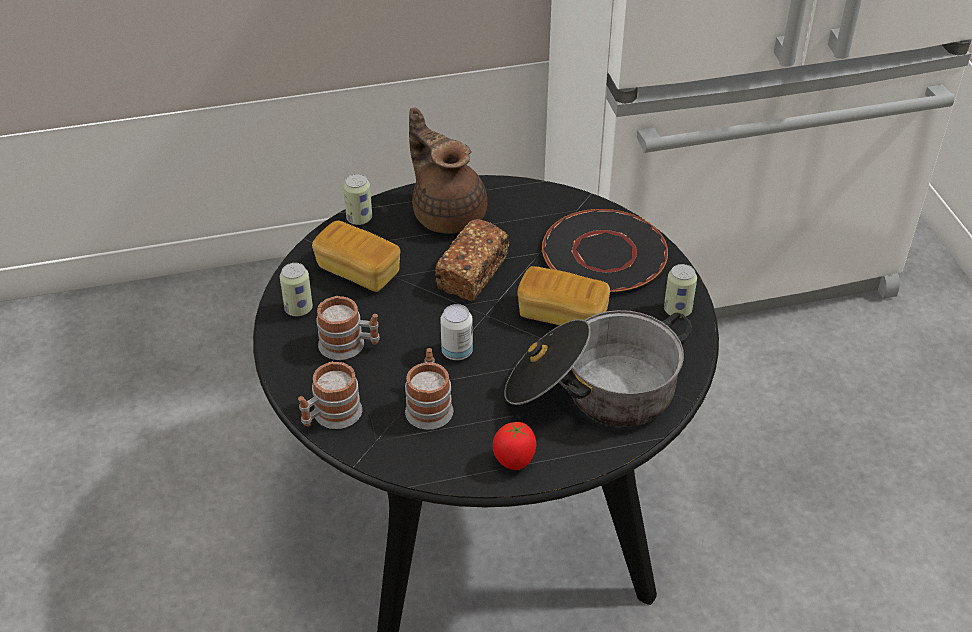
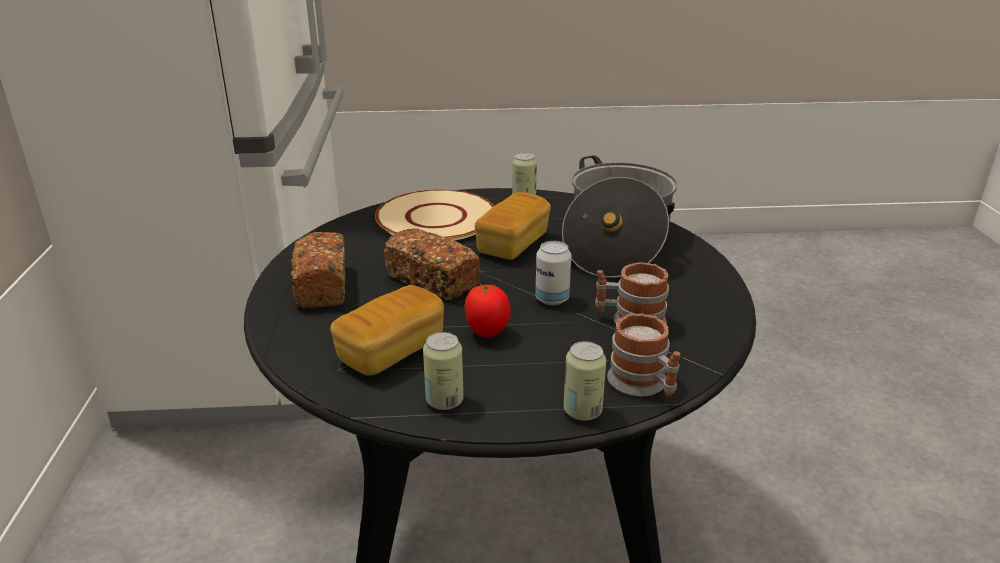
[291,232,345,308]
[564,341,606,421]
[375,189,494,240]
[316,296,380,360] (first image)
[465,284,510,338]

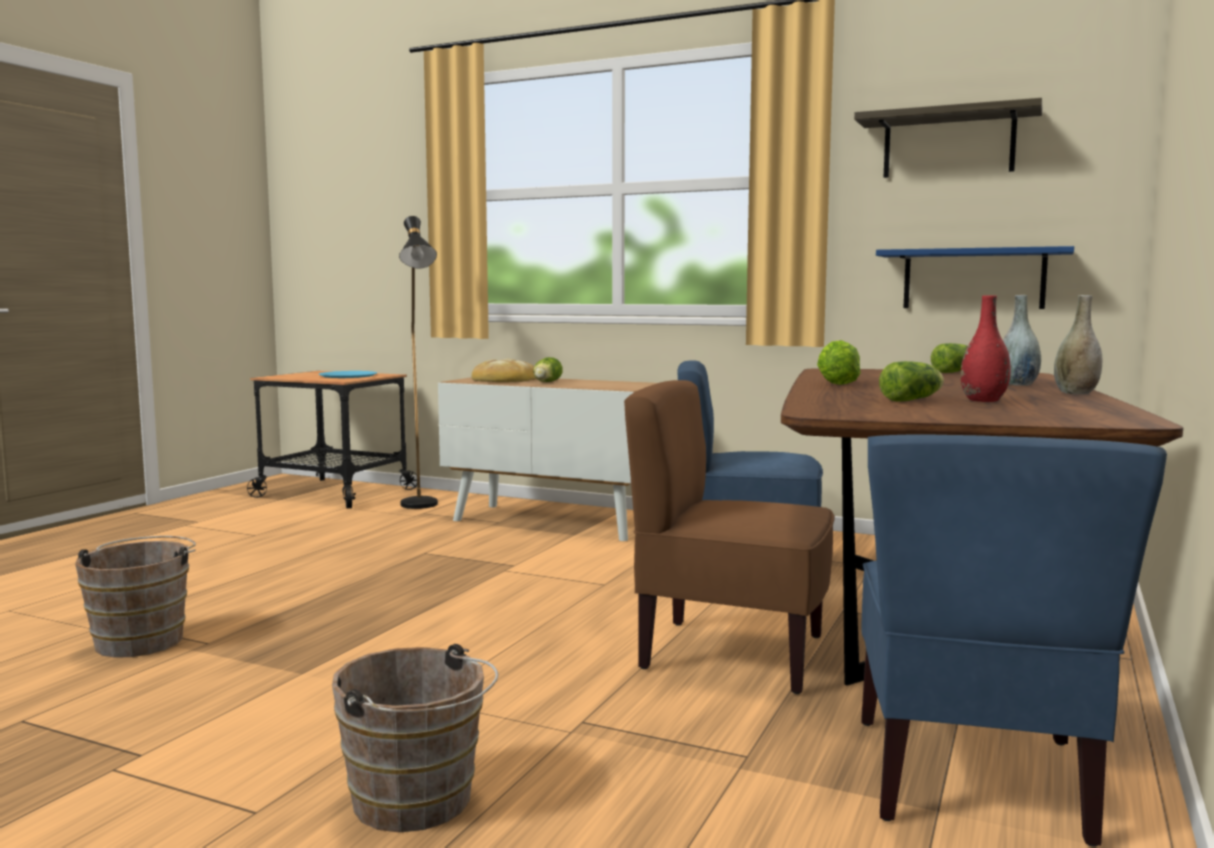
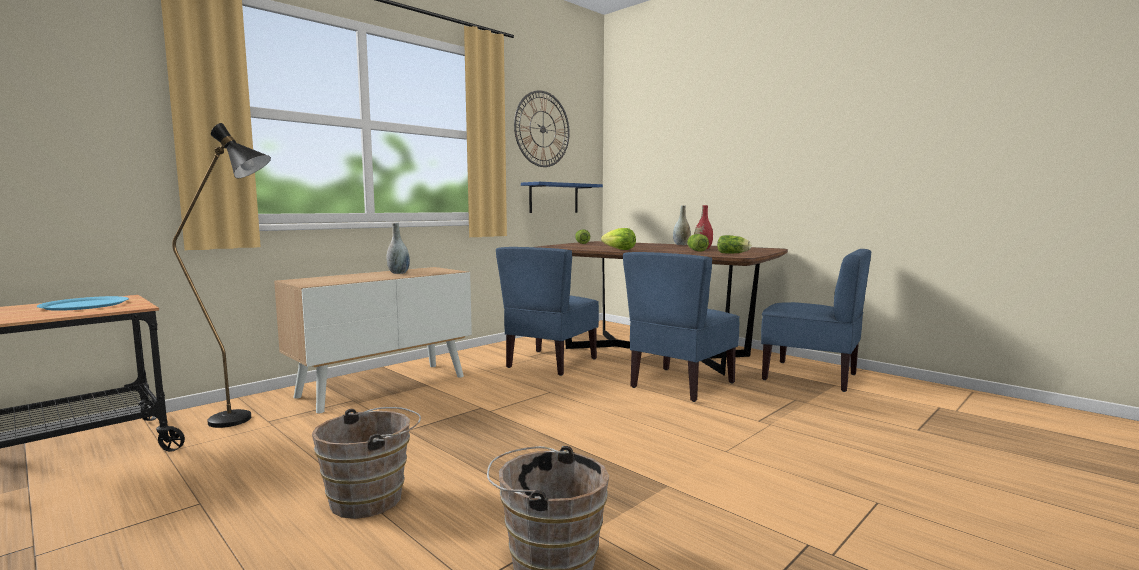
[514,90,570,167]
[386,223,410,274]
[717,235,751,254]
[472,359,536,382] (first image)
[623,252,740,402]
[312,407,421,519]

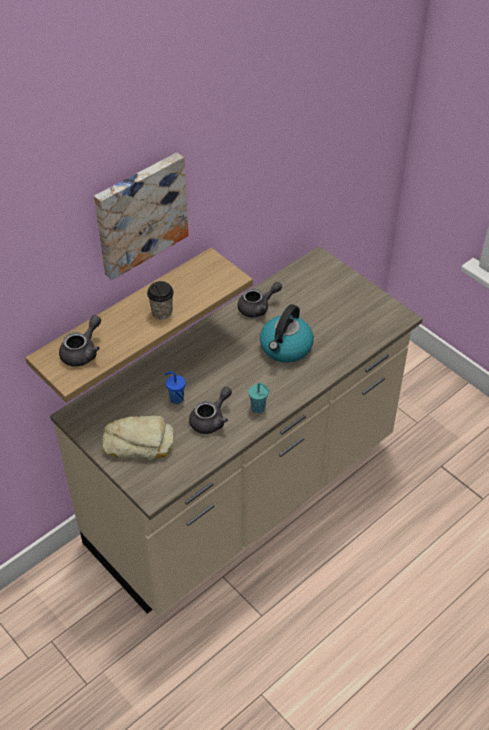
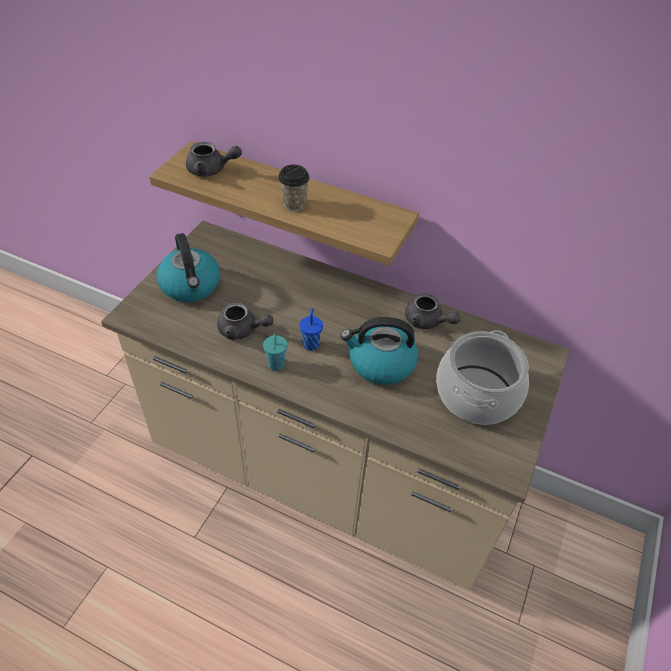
[94,153,188,280] (first image)
[299,308,323,351]
[157,233,220,302]
[436,330,529,425]

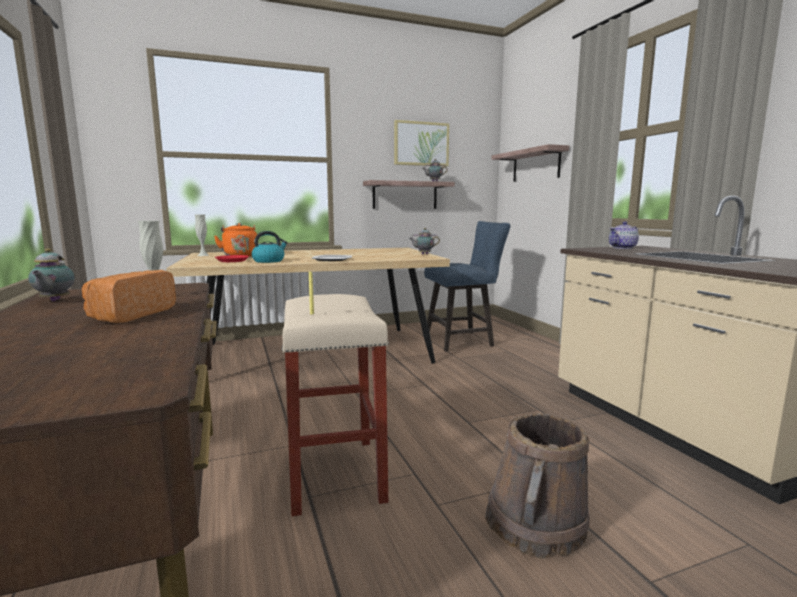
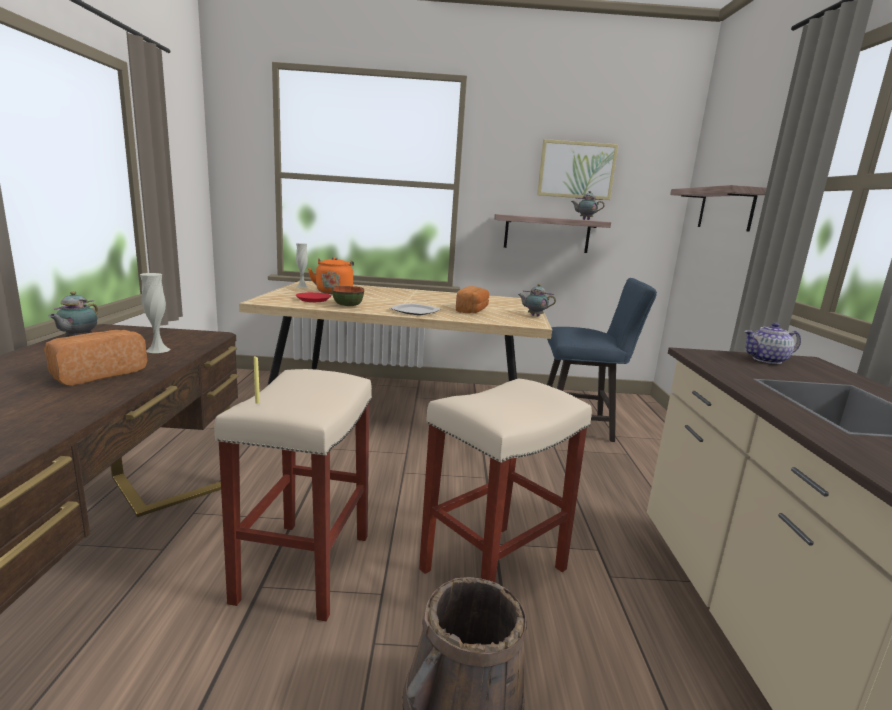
[332,286,364,306]
[456,286,489,313]
[419,379,592,582]

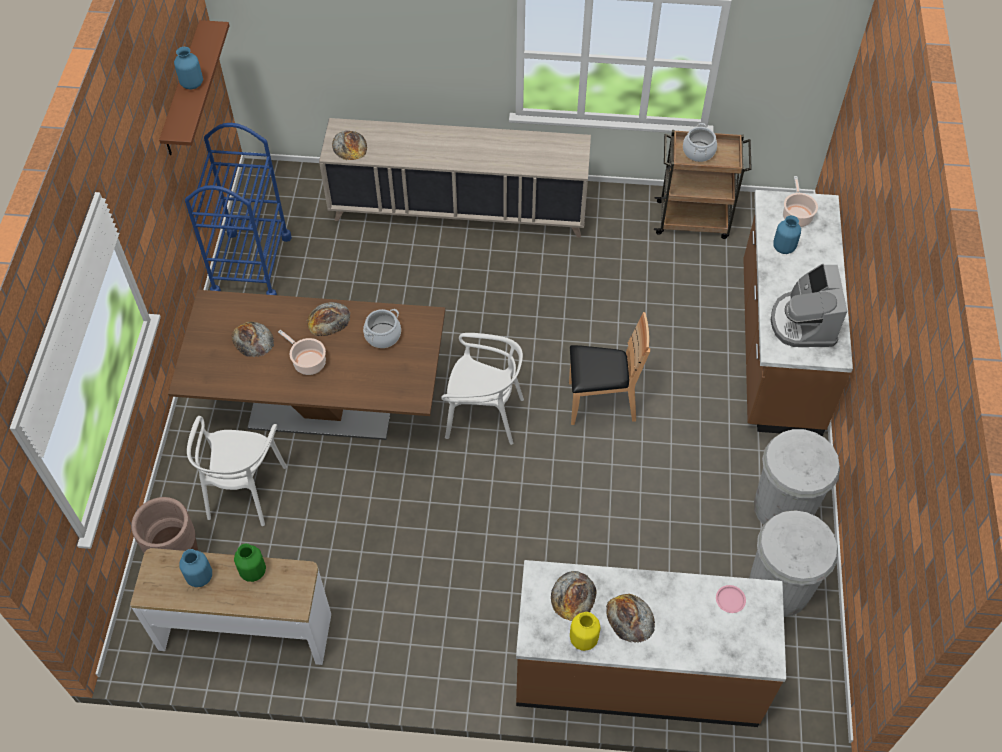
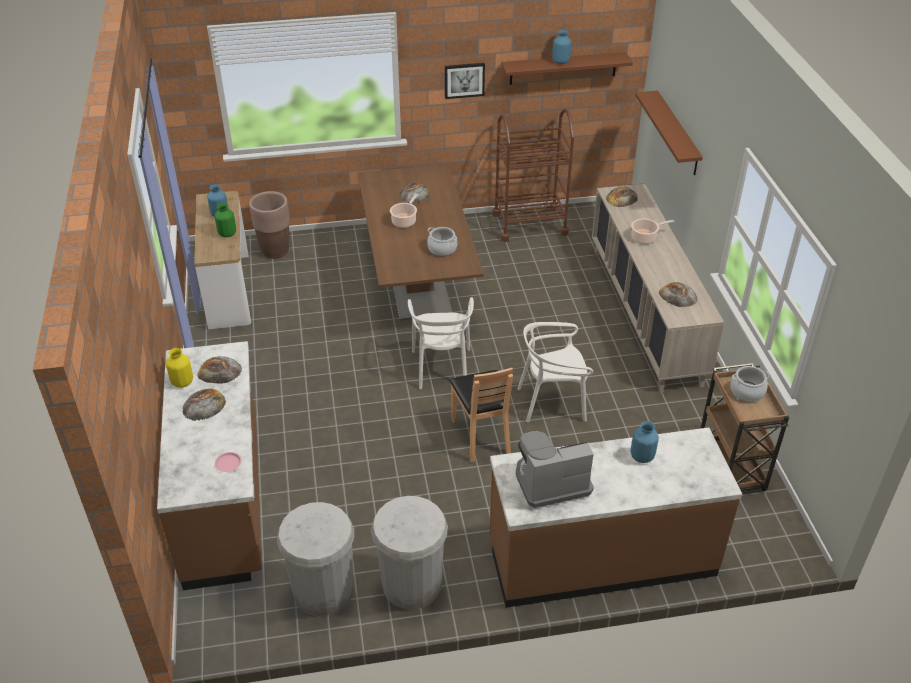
[492,109,574,242]
[631,219,675,244]
[659,282,697,307]
[518,322,593,423]
[445,63,485,99]
[635,91,703,175]

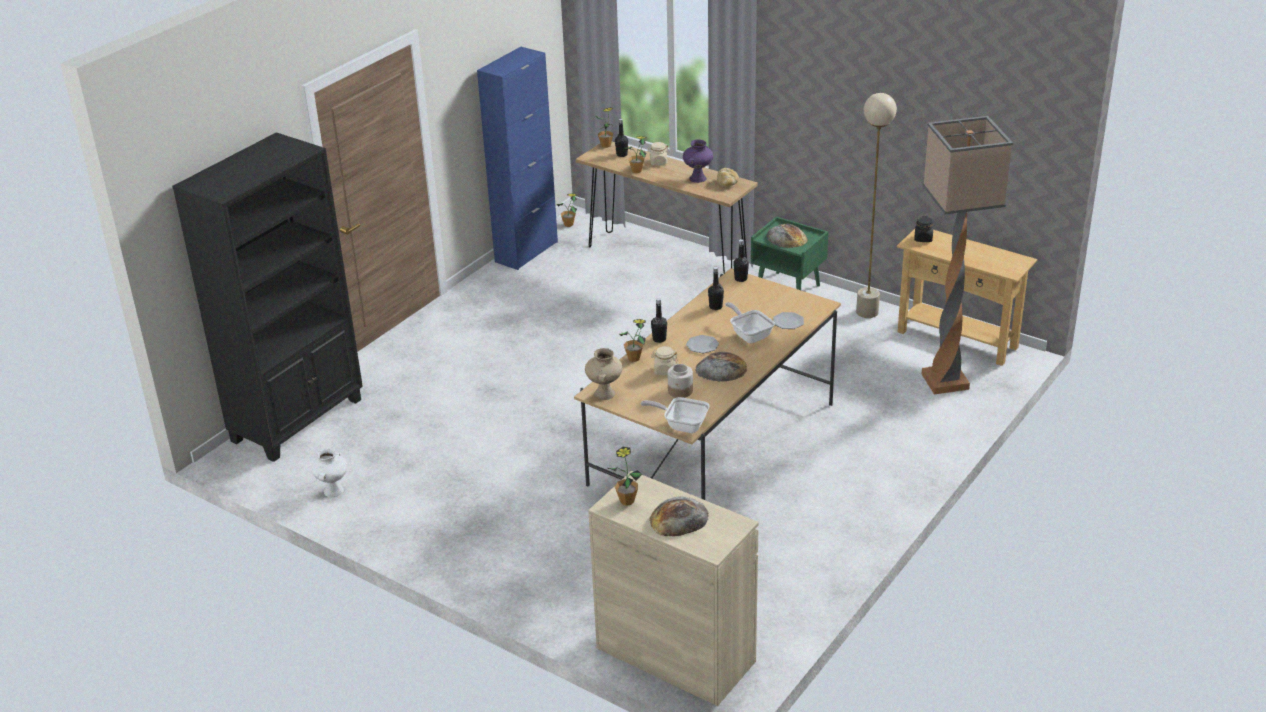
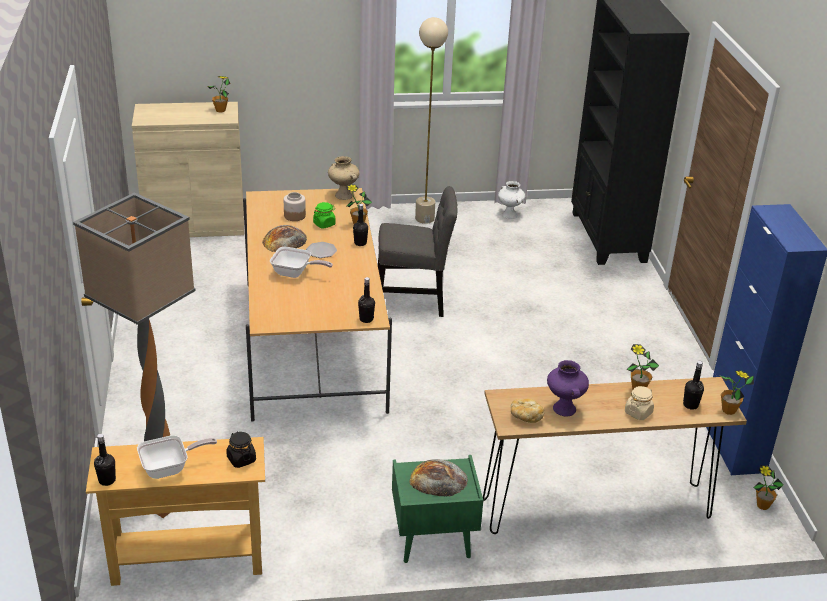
[415,17,448,224]
[94,434,116,486]
[773,312,804,329] (first image)
[313,202,336,229]
[137,435,217,479]
[649,496,709,536] (first image)
[378,186,457,317]

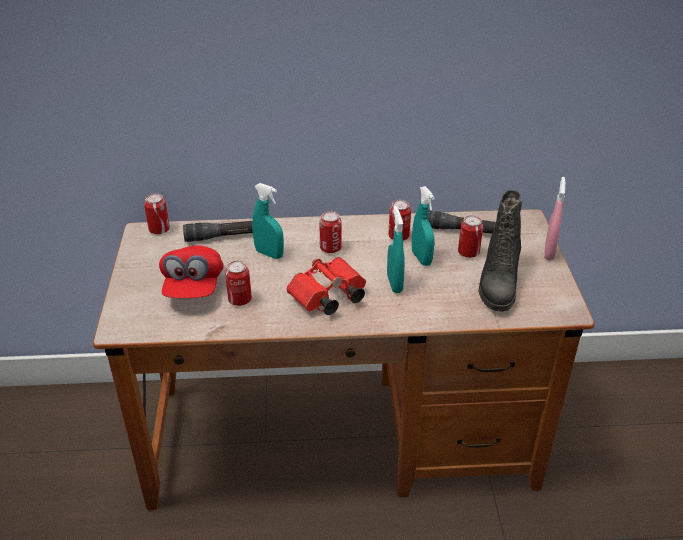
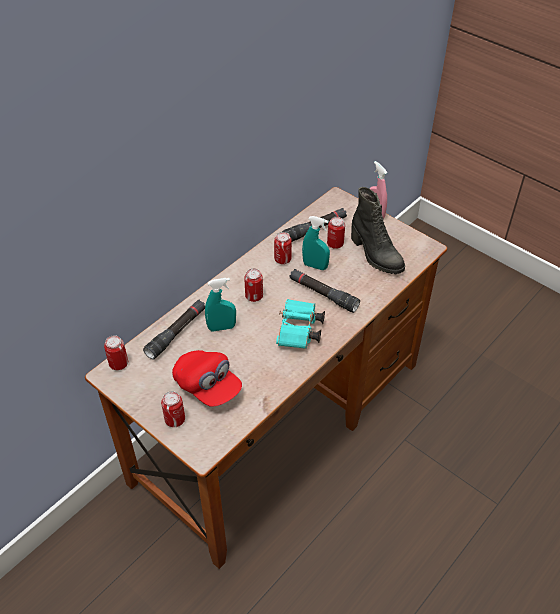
[289,269,360,313]
[276,299,325,349]
[161,391,185,427]

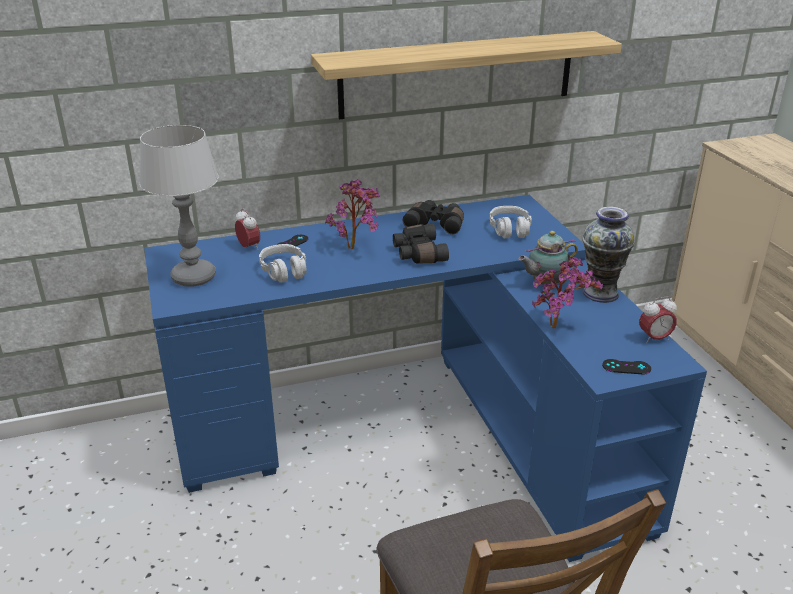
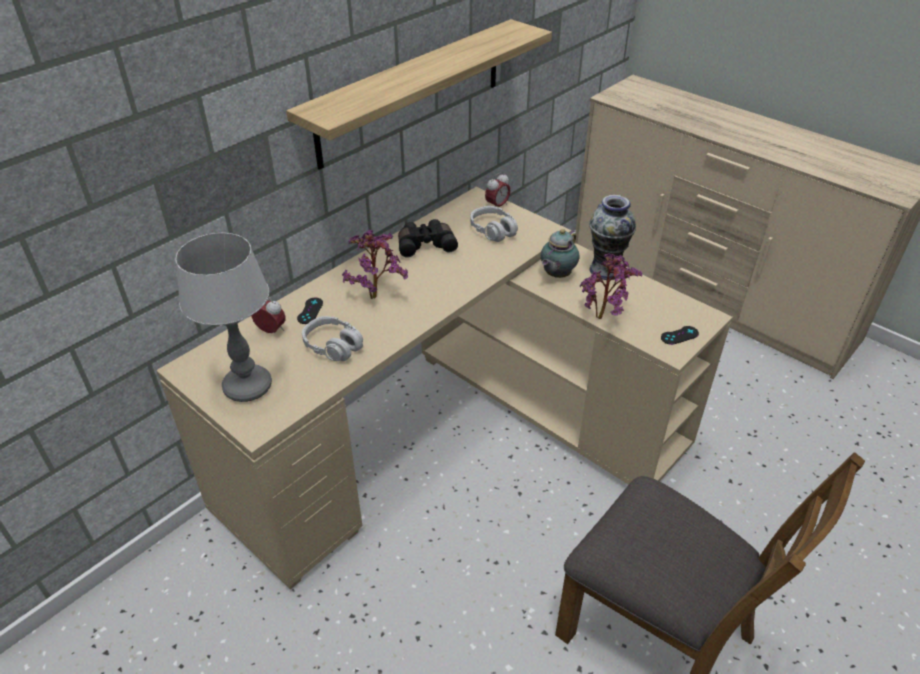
[156,187,733,590]
[393,224,449,264] (first image)
[485,172,510,207]

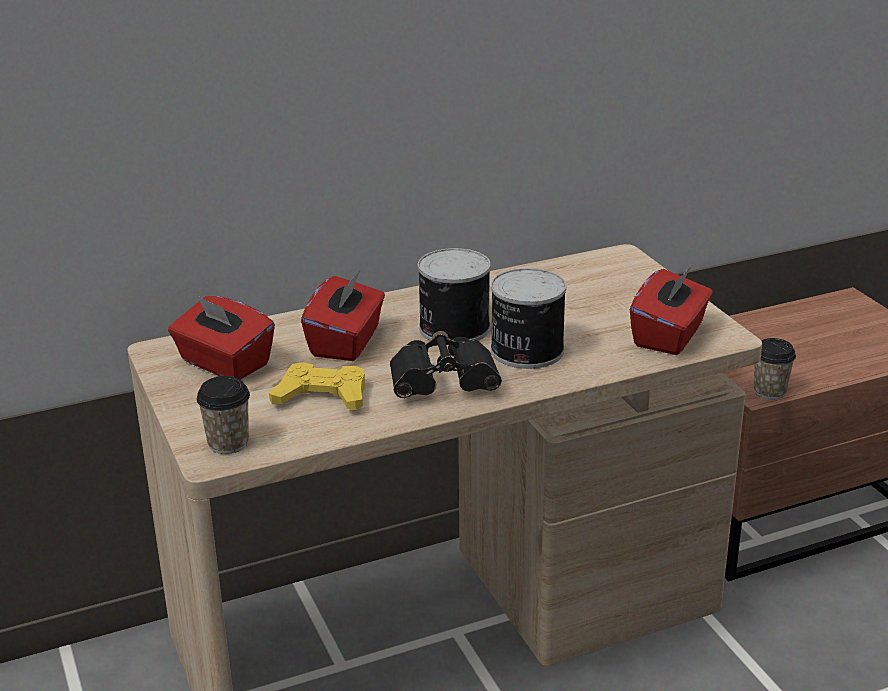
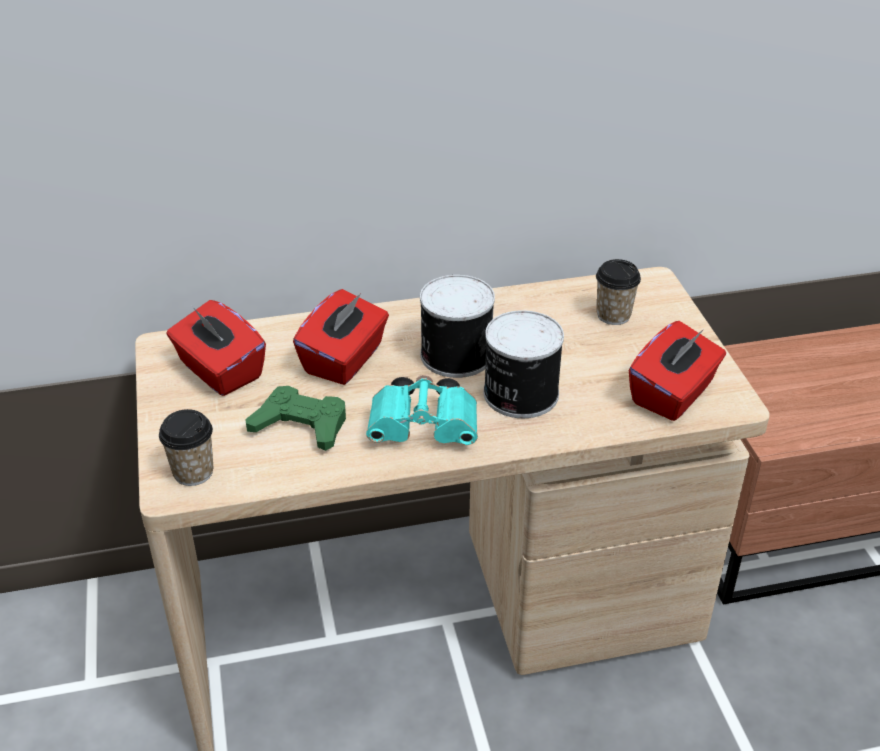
[366,375,478,445]
[596,259,641,325]
[245,386,346,451]

